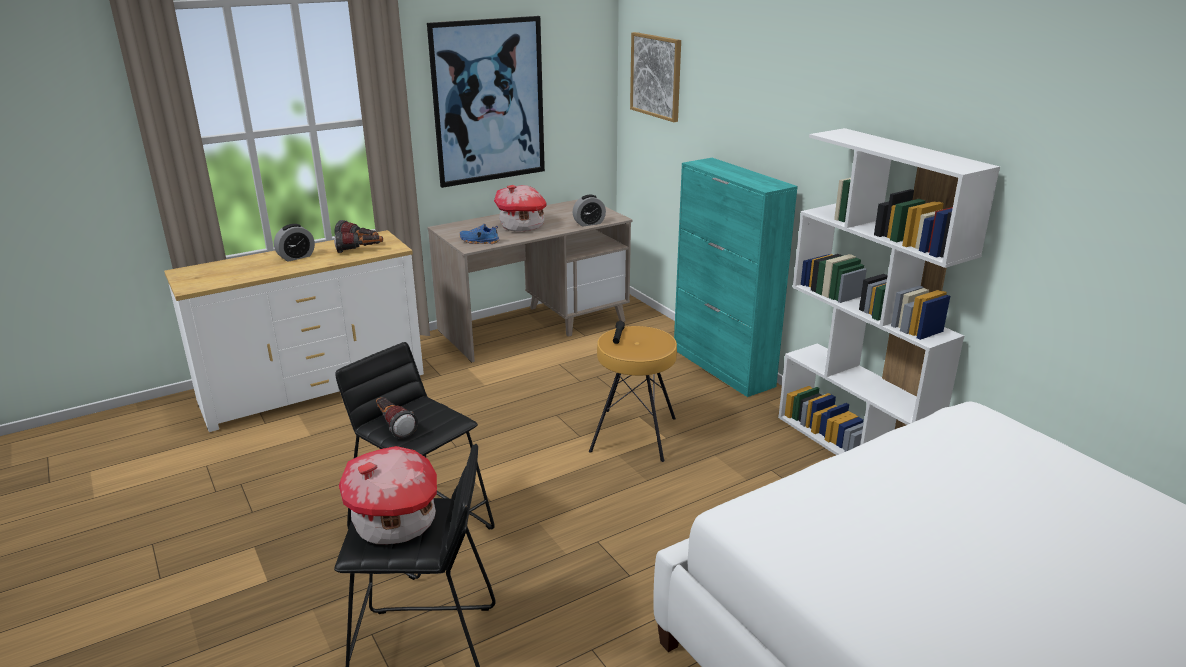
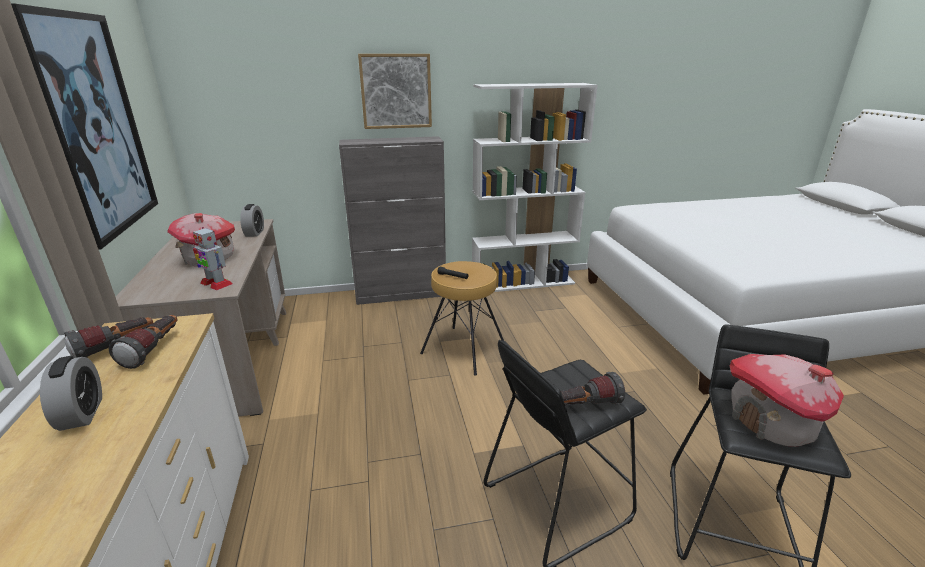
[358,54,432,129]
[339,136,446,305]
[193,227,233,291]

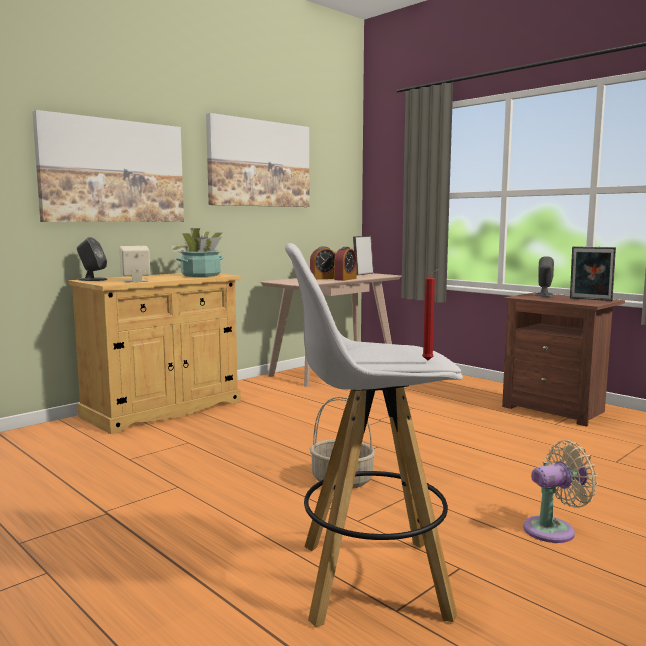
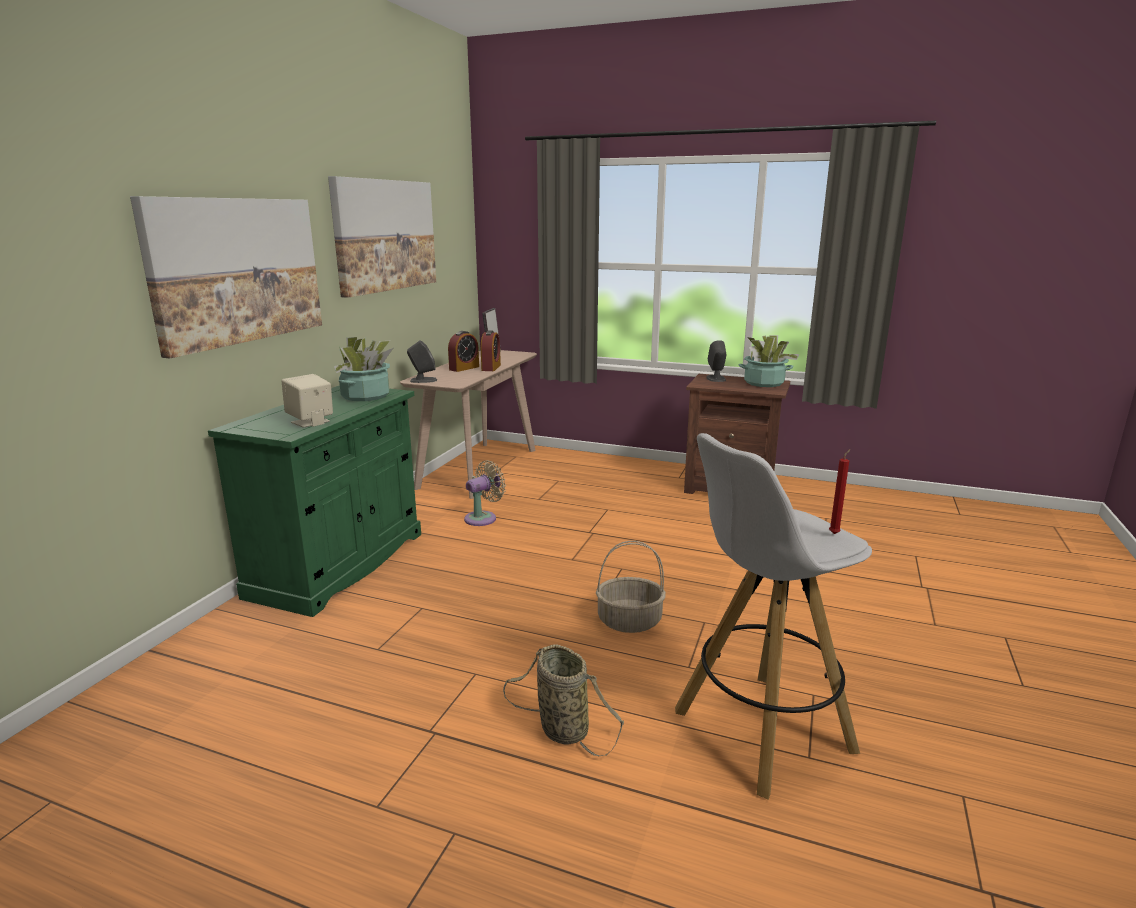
[407,340,437,383]
[738,335,799,387]
[208,385,421,617]
[464,460,506,526]
[503,644,624,756]

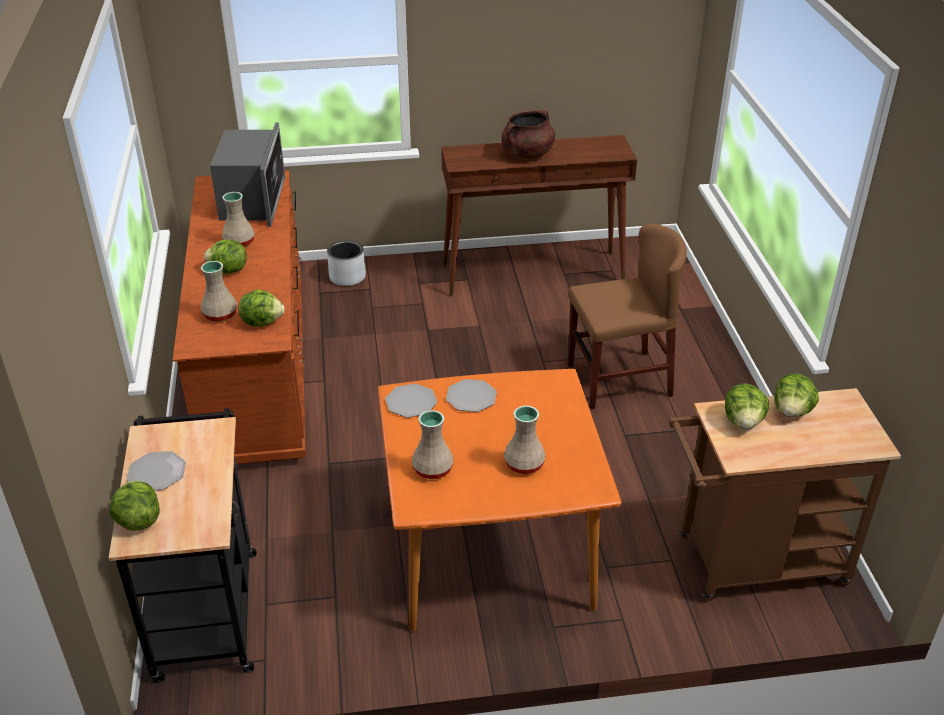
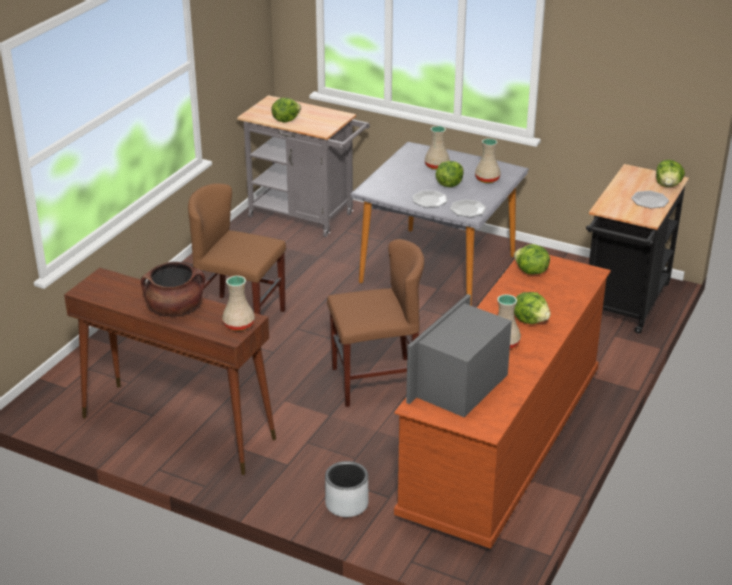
[222,276,255,331]
[350,142,529,306]
[435,161,464,187]
[237,95,370,237]
[327,239,424,407]

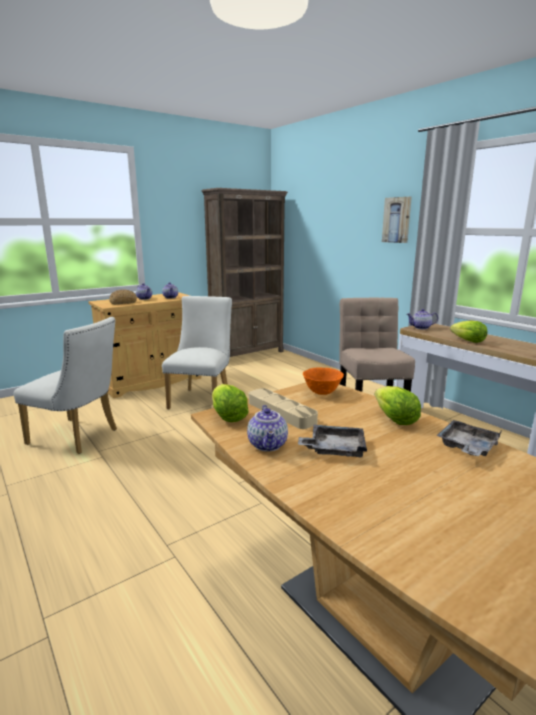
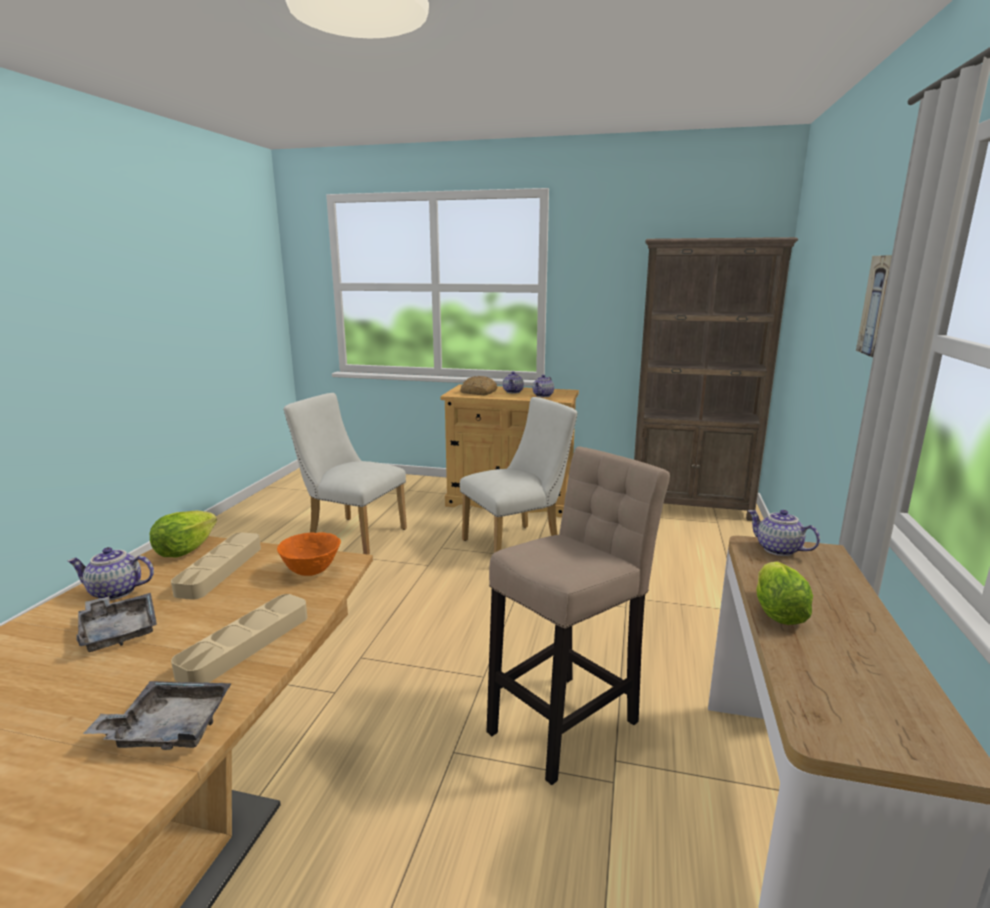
[283,393,407,555]
[171,594,307,683]
[67,547,154,600]

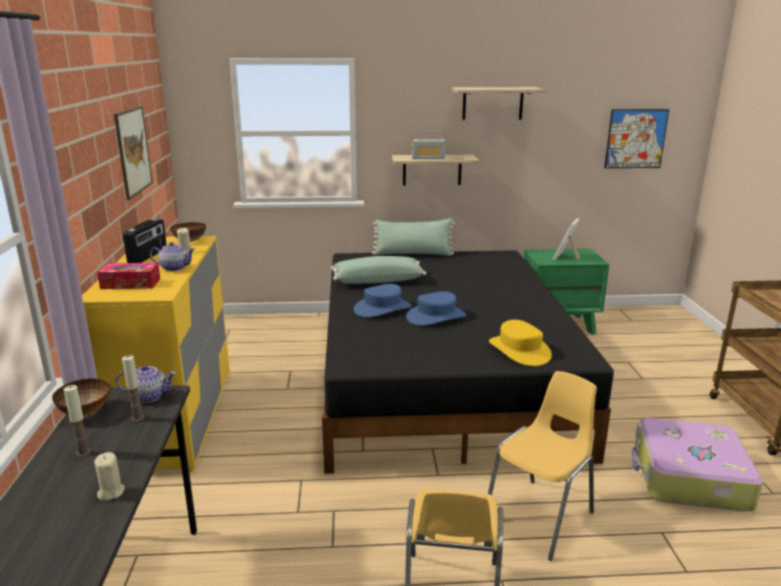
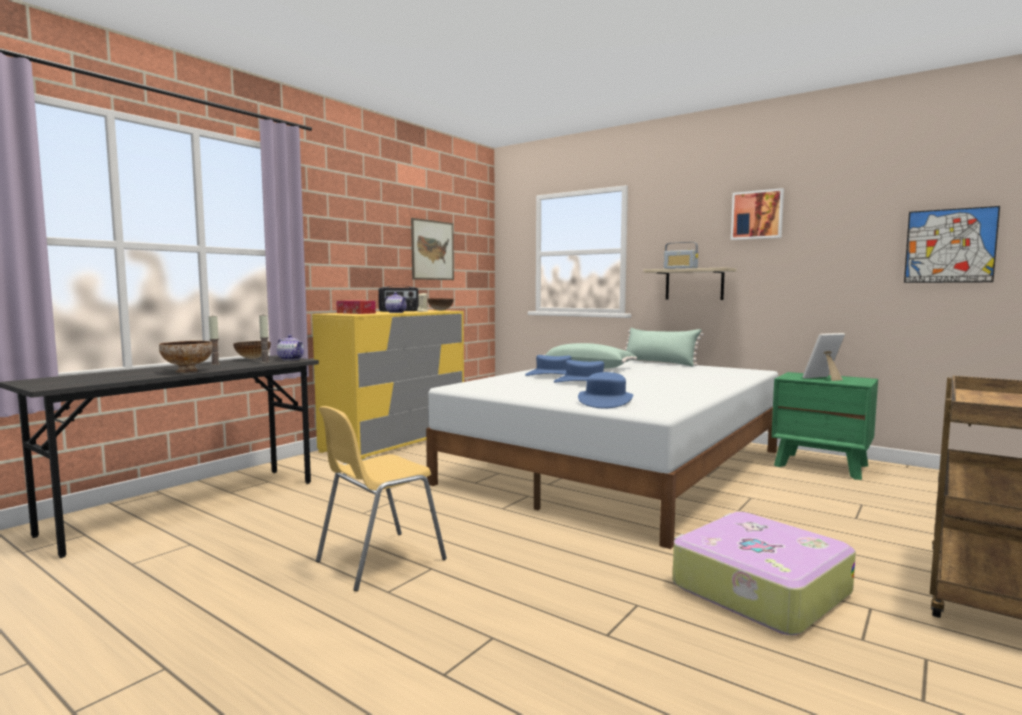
[731,188,784,240]
[426,360,778,549]
[578,372,633,408]
[488,371,597,561] (first image)
[159,341,213,373]

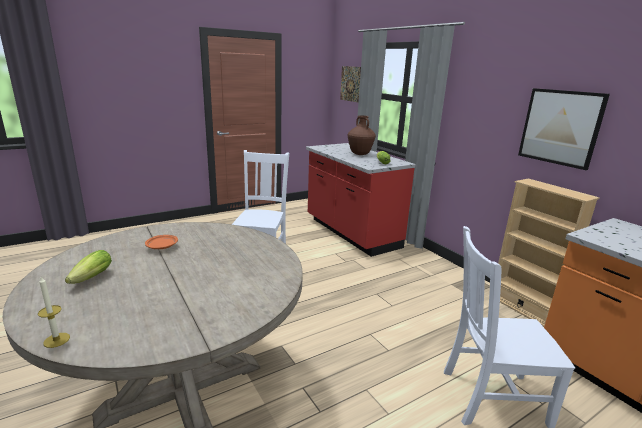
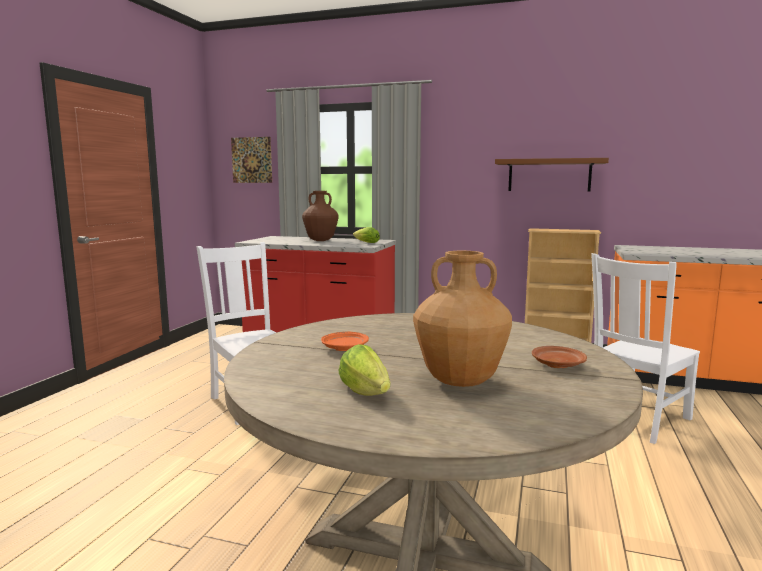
[495,158,609,191]
[38,277,70,348] (first image)
[413,251,512,387]
[532,346,587,368]

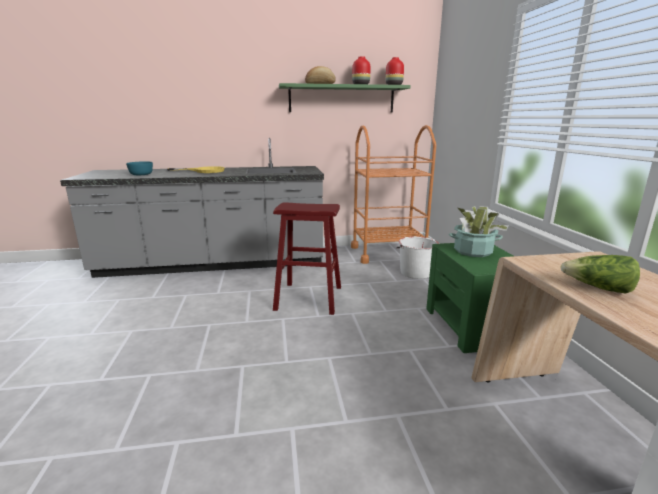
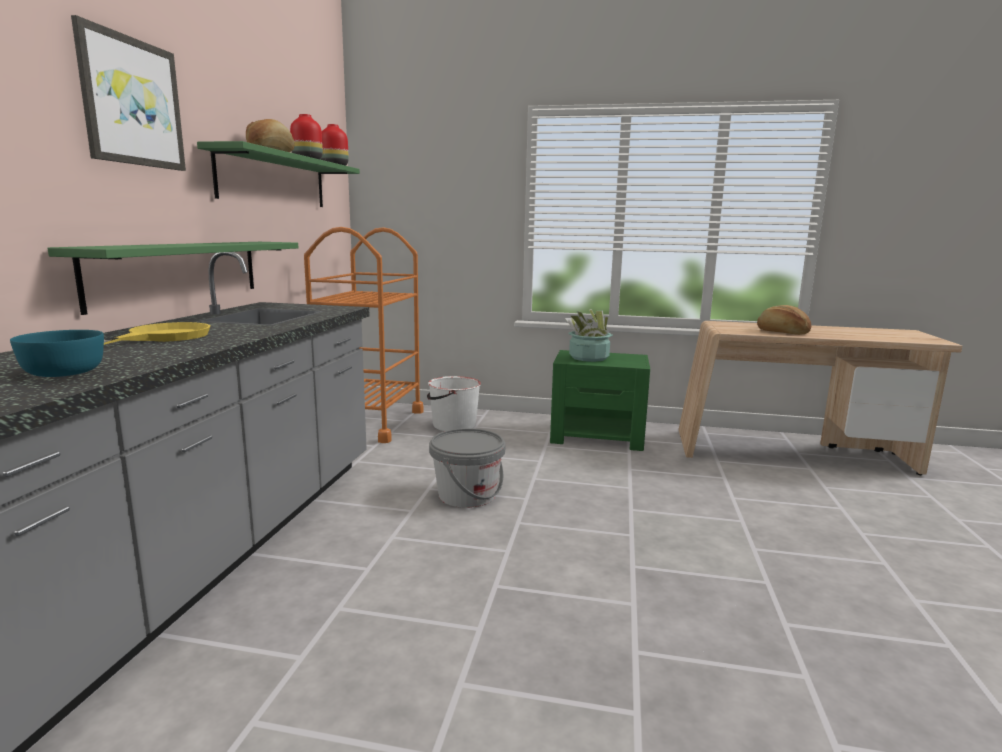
[429,428,505,508]
[757,305,811,335]
[71,15,186,171]
[48,242,299,315]

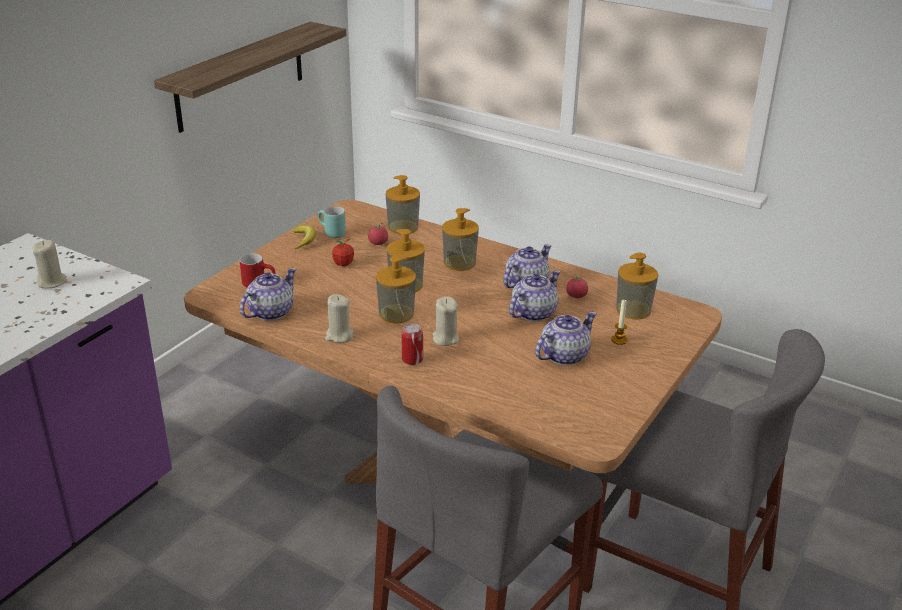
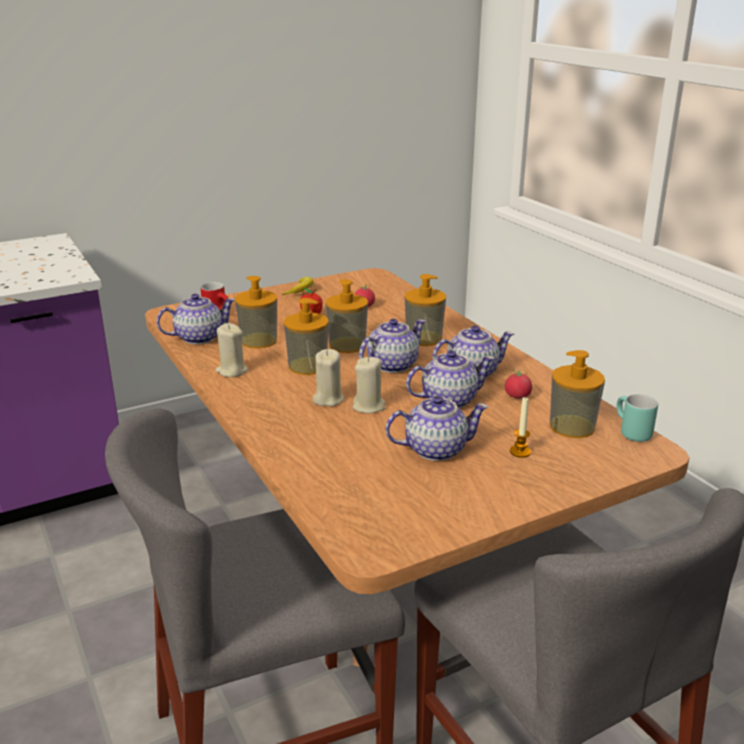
[154,22,346,133] (first image)
[235,276,277,349]
[617,394,658,442]
[353,357,385,413]
[402,323,423,365] (first image)
[359,319,425,373]

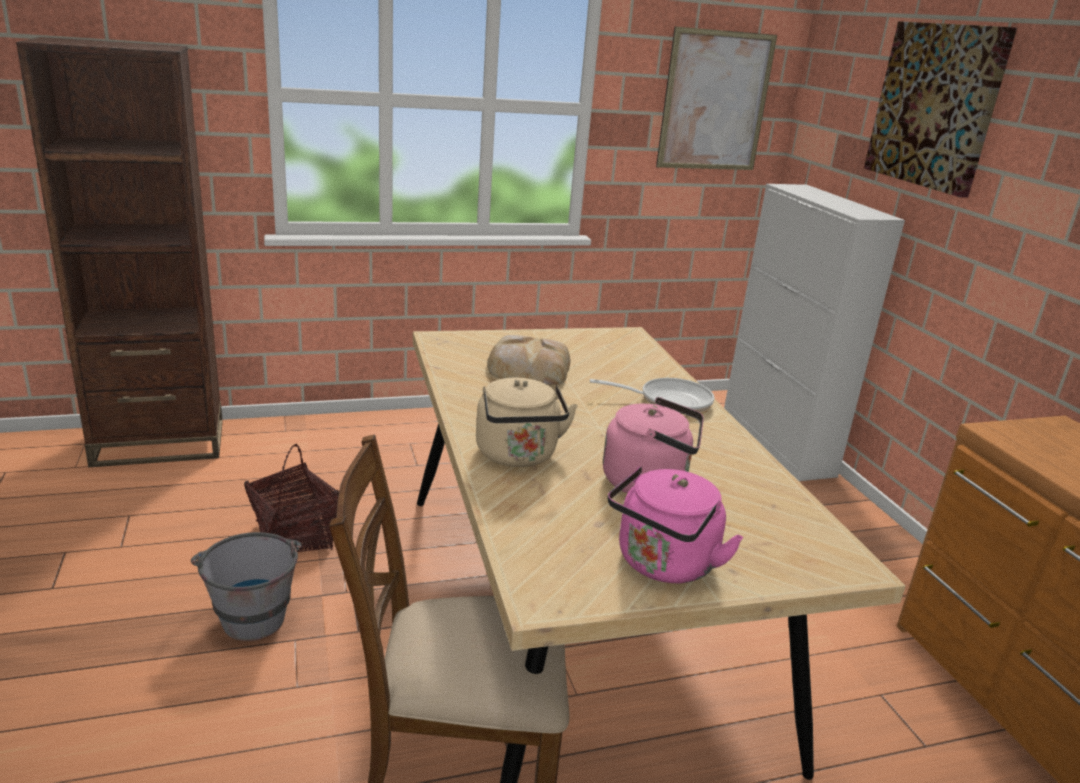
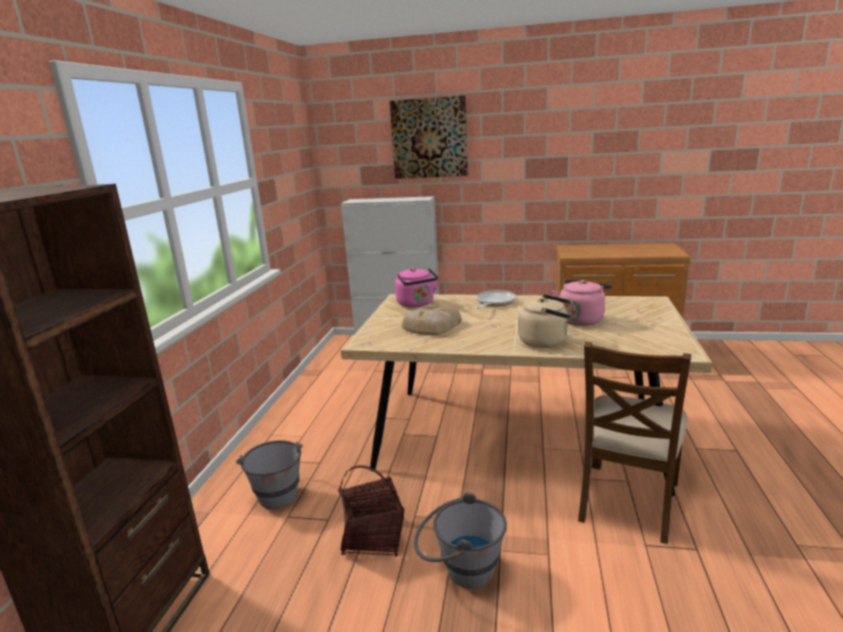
[656,27,777,170] (first image)
[395,268,439,308]
[236,440,303,509]

